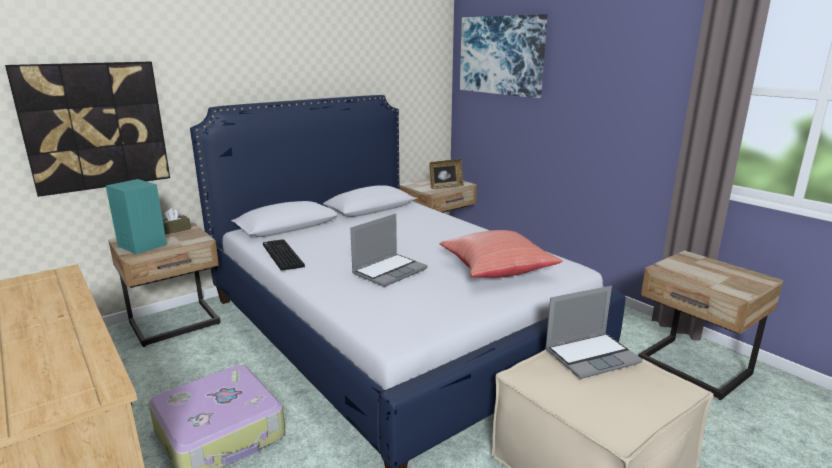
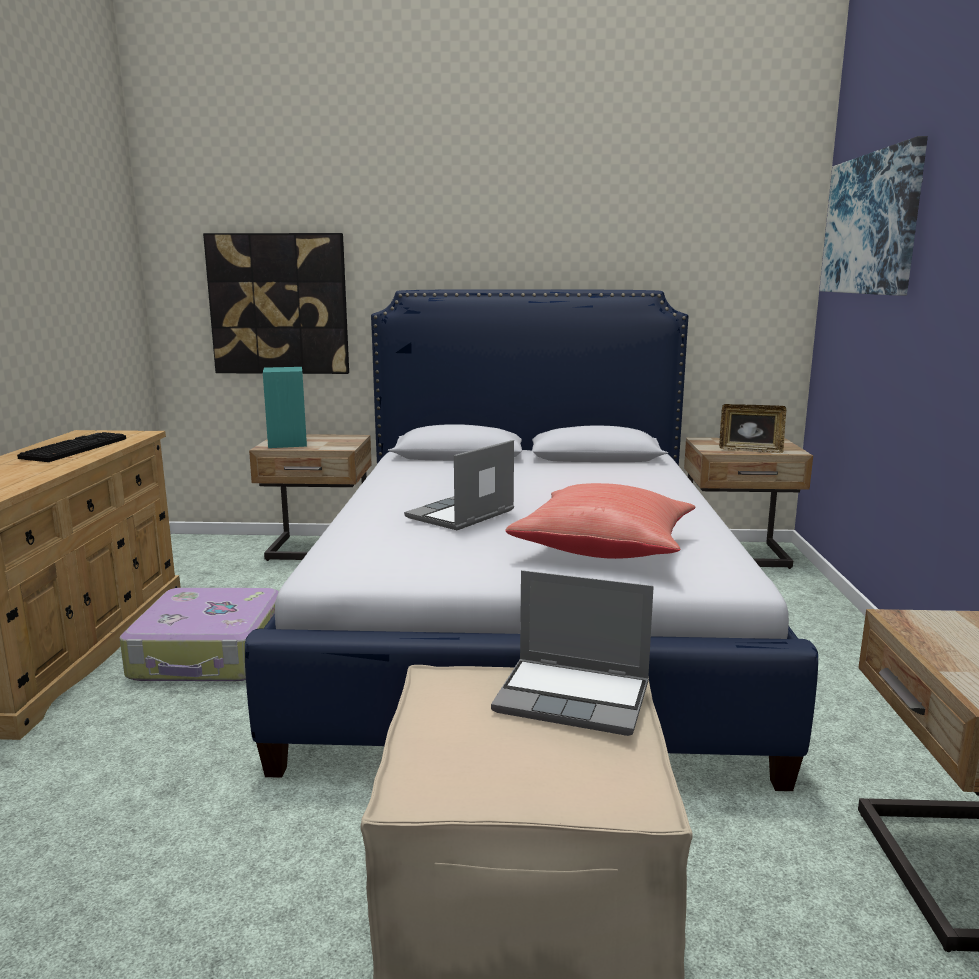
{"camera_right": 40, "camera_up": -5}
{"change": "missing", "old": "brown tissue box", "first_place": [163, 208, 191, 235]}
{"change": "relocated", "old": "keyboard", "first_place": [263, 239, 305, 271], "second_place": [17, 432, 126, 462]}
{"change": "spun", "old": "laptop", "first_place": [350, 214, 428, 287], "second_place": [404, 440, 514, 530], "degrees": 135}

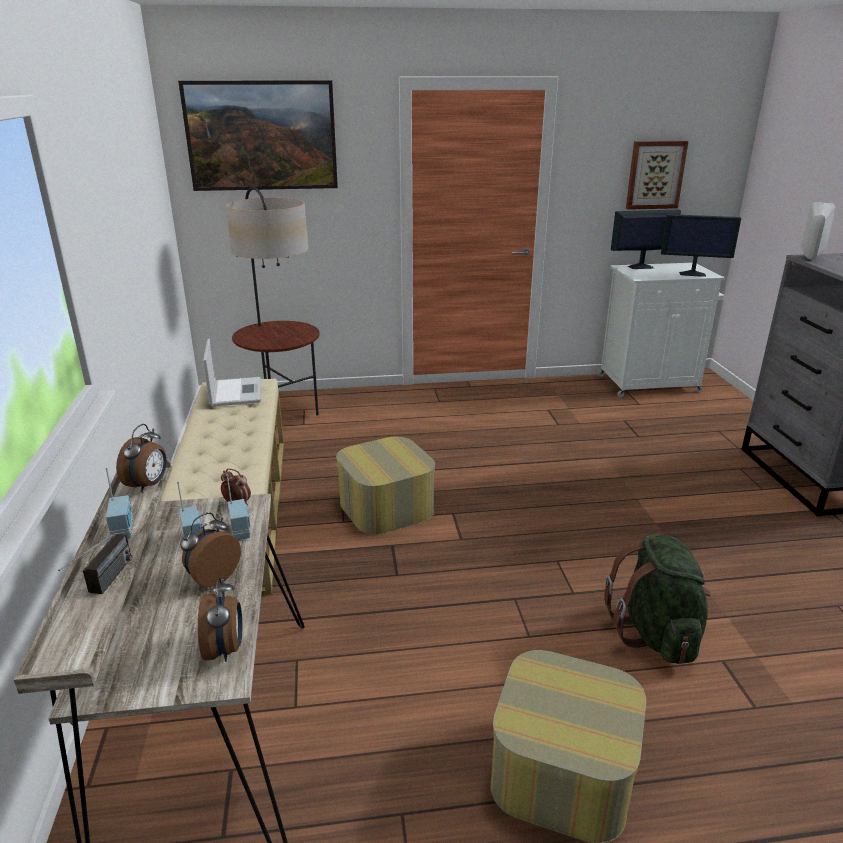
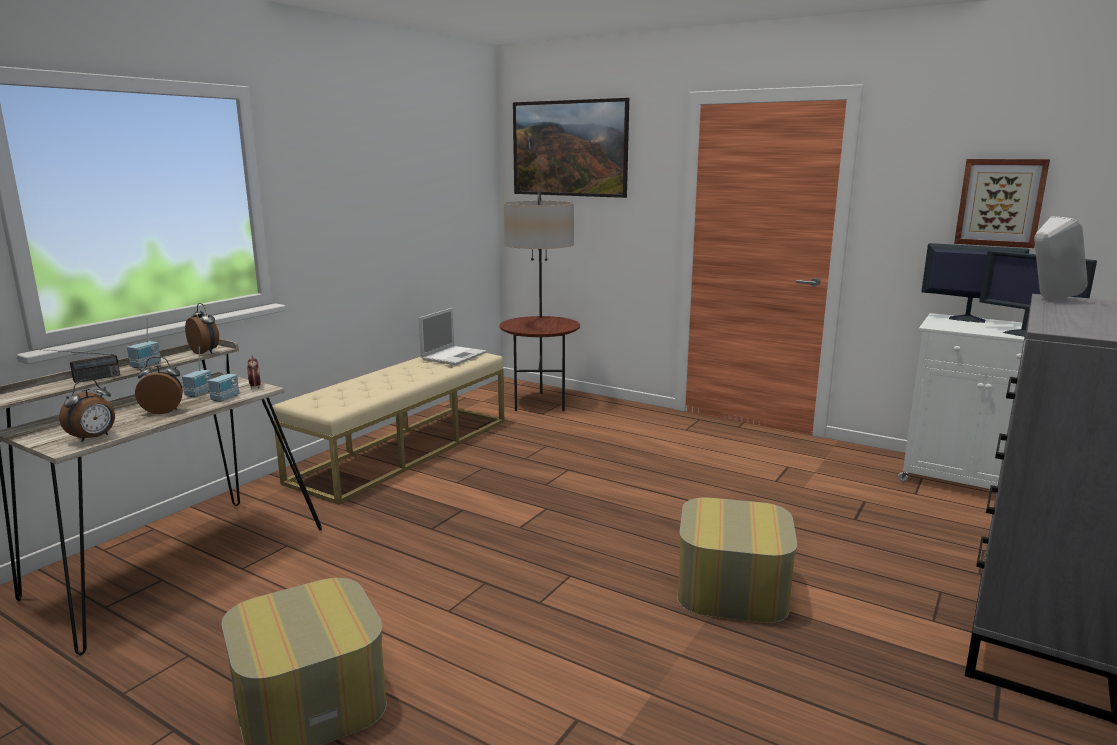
{"camera_right": 40, "camera_up": -10}
{"change": "spun", "old": "alarm clock", "first_place": [116, 424, 167, 492], "second_place": [185, 303, 219, 354], "degrees": -105}
{"change": "relocated", "old": "ottoman", "first_place": [336, 437, 435, 535], "second_place": [677, 497, 797, 623]}
{"change": "missing", "old": "green backpack", "first_place": [604, 534, 711, 664]}

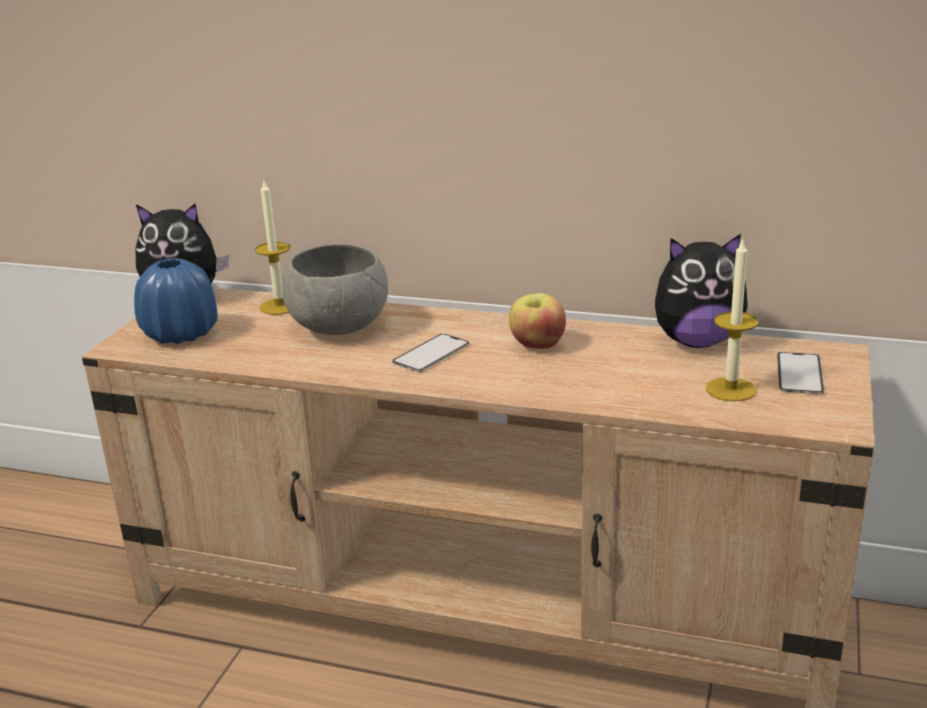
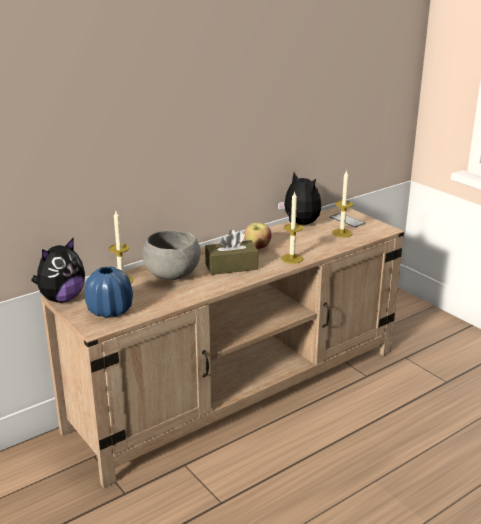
{"camera_right": -55, "camera_up": 0}
{"change": "exchanged", "old": "phone", "new": "brown tissue box", "first_place": [392, 334, 470, 372], "second_place": [205, 230, 258, 275]}
{"change": "spun", "old": "plush toy", "first_place": [655, 234, 748, 348], "second_place": [278, 172, 321, 225], "degrees": -75}
{"change": "appeared", "new": "candle", "second_place": [281, 191, 303, 264]}

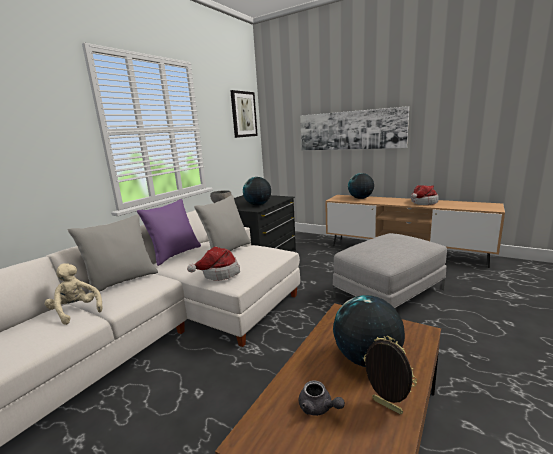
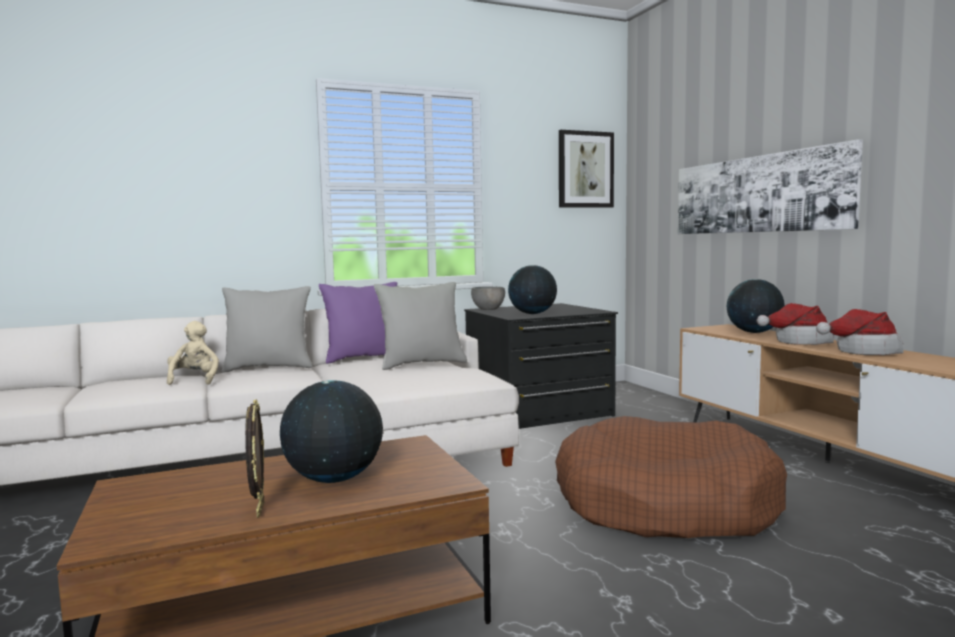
{"camera_right": 35, "camera_up": -10}
{"change": "relocated", "old": "hat", "first_place": [187, 247, 240, 281], "second_place": [757, 303, 834, 345]}
{"change": "missing", "old": "grey teapot", "first_place": [299, 380, 345, 416]}
{"change": "exchanged", "old": "grey ottoman", "new": "brown dog bed", "first_place": [333, 233, 447, 308], "second_place": [555, 416, 787, 538]}

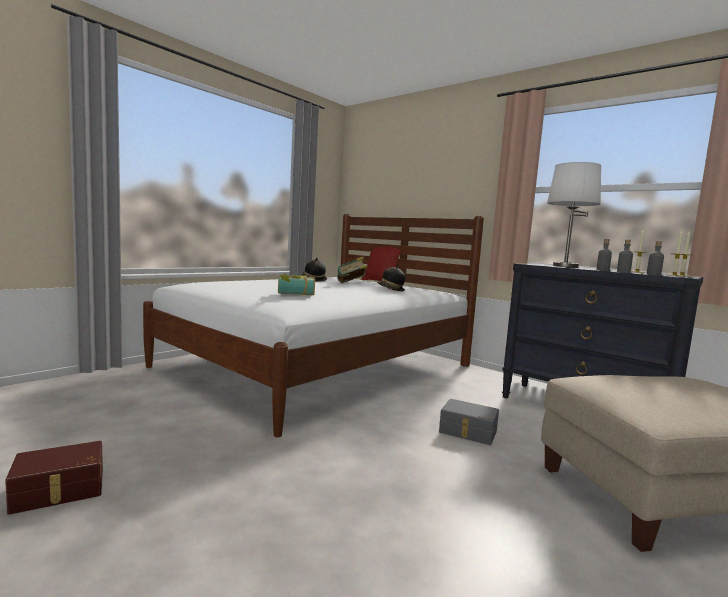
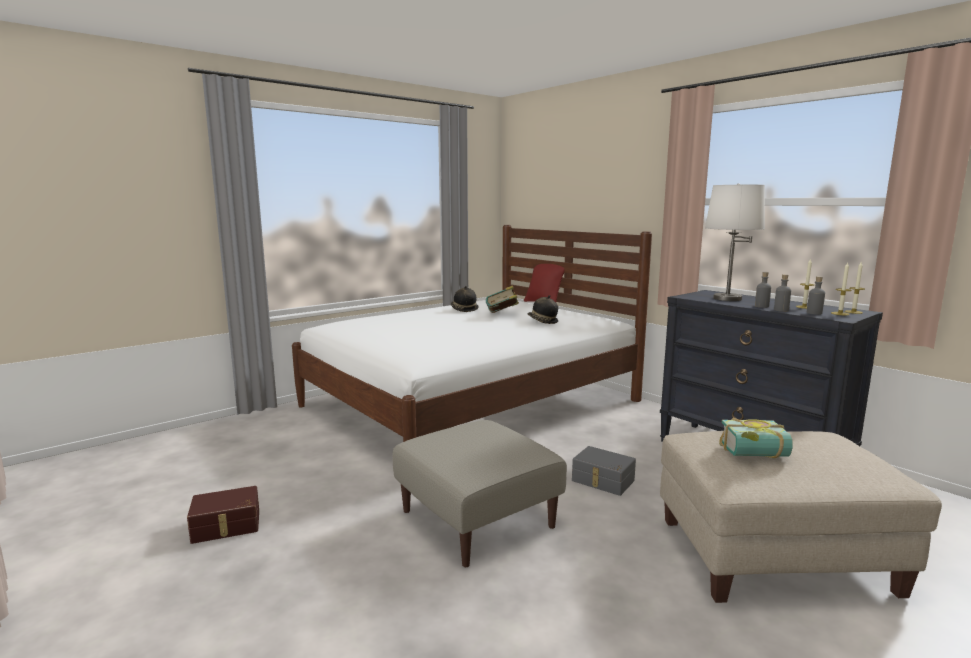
{"camera_right": 10, "camera_up": 5}
{"change": "relocated", "old": "book", "first_place": [278, 274, 315, 295], "second_place": [719, 418, 793, 458]}
{"change": "appeared", "new": "beige ottoman", "second_place": [392, 420, 567, 567]}

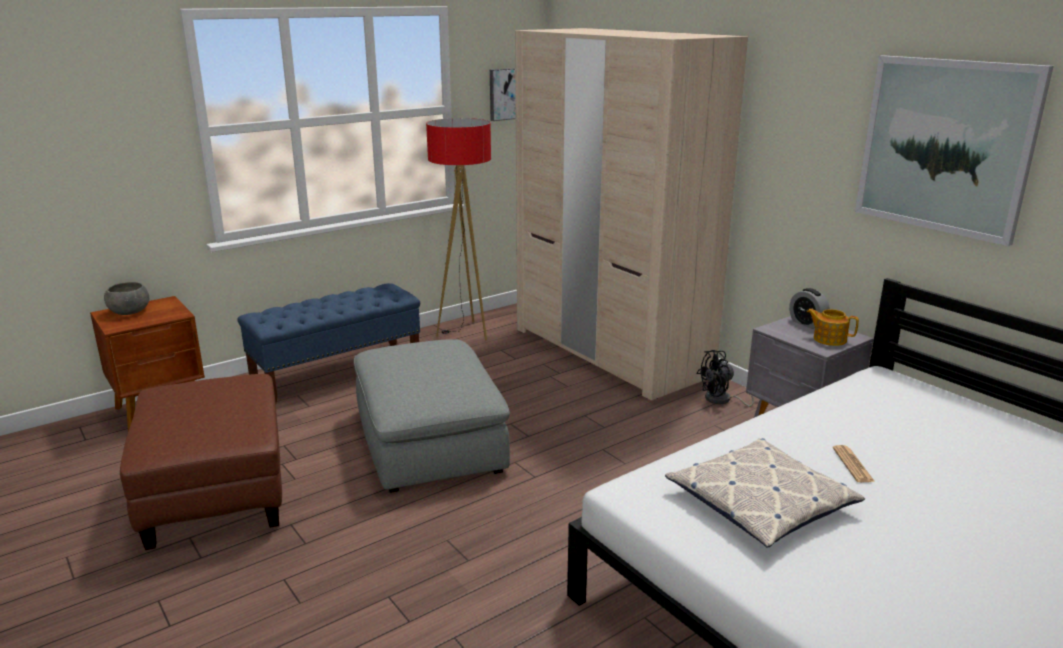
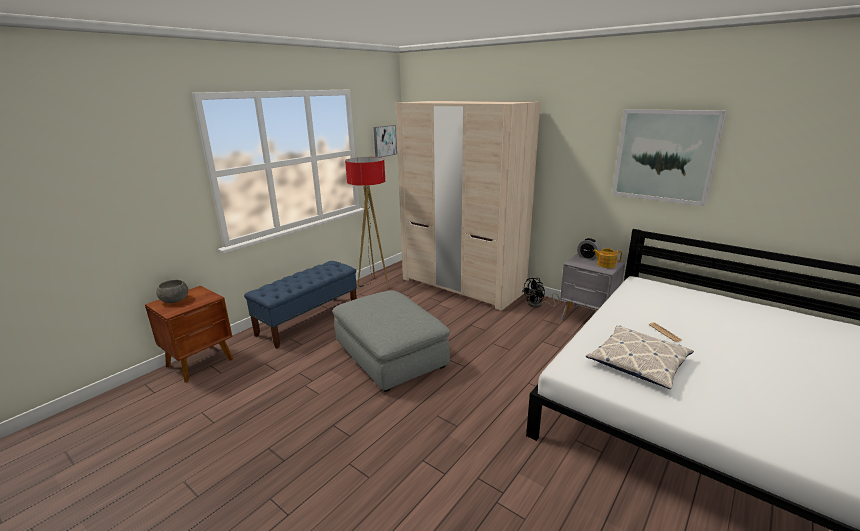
{"camera_right": -15, "camera_up": 0}
{"change": "missing", "old": "brown ottoman", "first_place": [120, 374, 282, 550]}

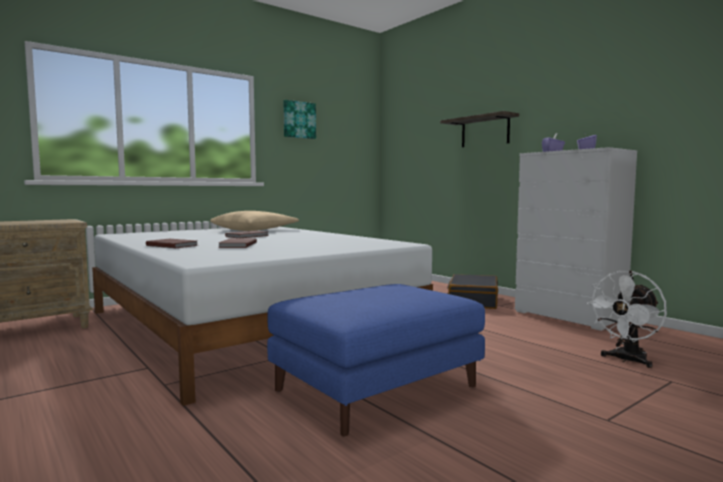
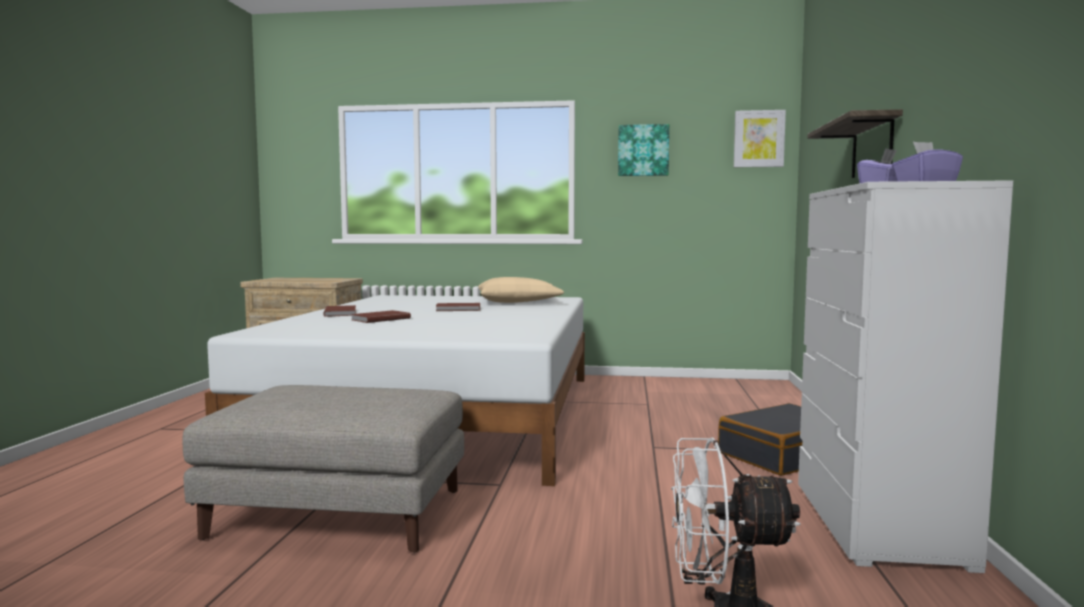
{"camera_right": 45, "camera_up": 0}
{"change": "colour", "old": "blue ottoman", "new": "grey ottoman", "first_place": [267, 284, 485, 437], "second_place": [183, 385, 464, 553]}
{"change": "appeared", "new": "picture", "second_place": [734, 110, 786, 167]}

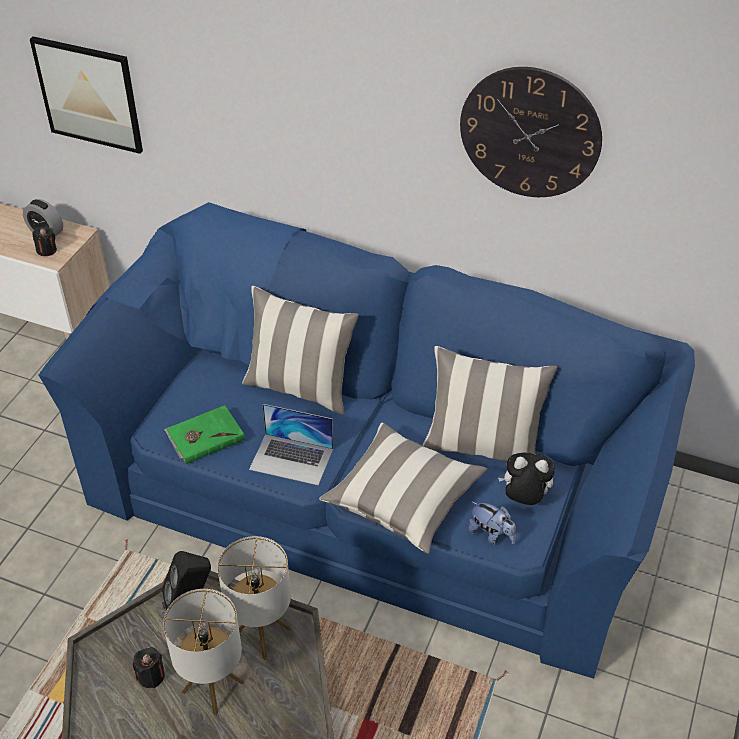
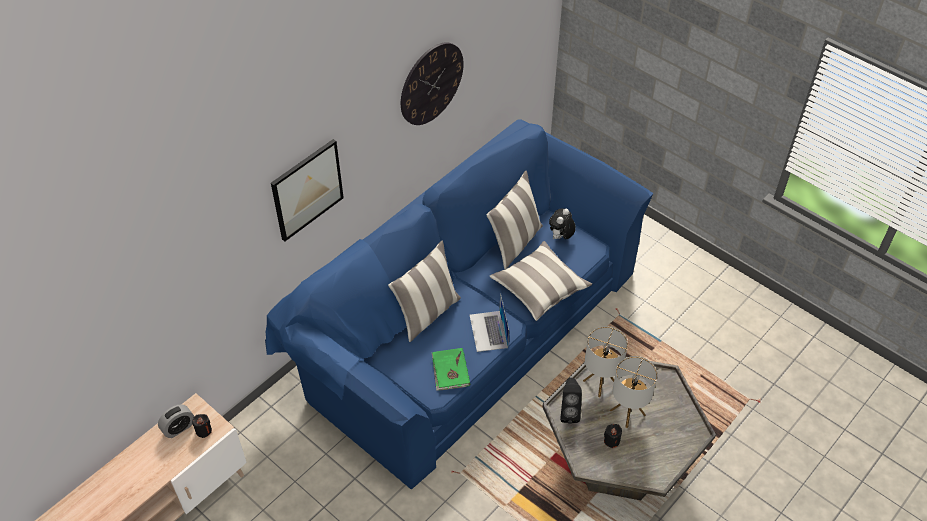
{"camera_right": -70, "camera_up": 5}
{"change": "relocated", "old": "picture", "first_place": [30, 37, 143, 154], "second_place": [271, 139, 344, 241]}
{"change": "spun", "old": "laptop", "first_place": [249, 404, 333, 485], "second_place": [470, 293, 509, 352], "degrees": 135}
{"change": "missing", "old": "plush toy", "first_place": [468, 501, 516, 545]}

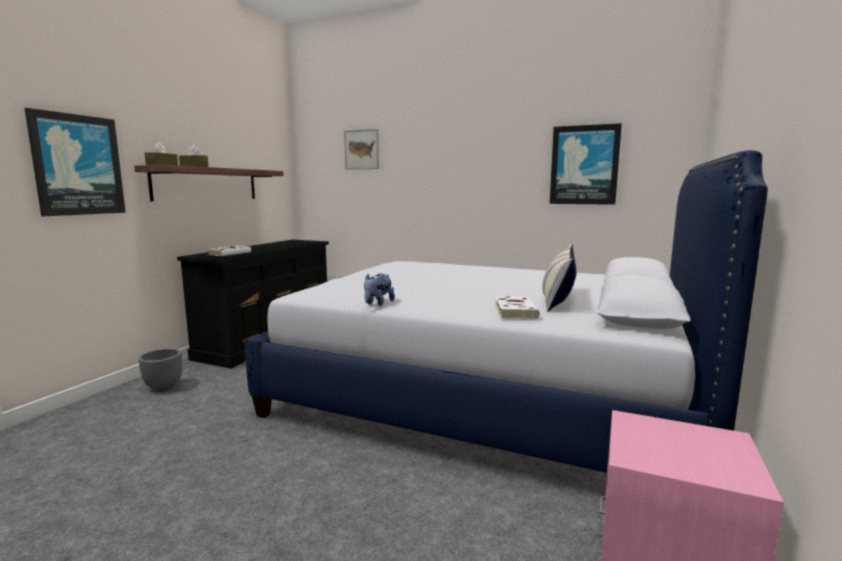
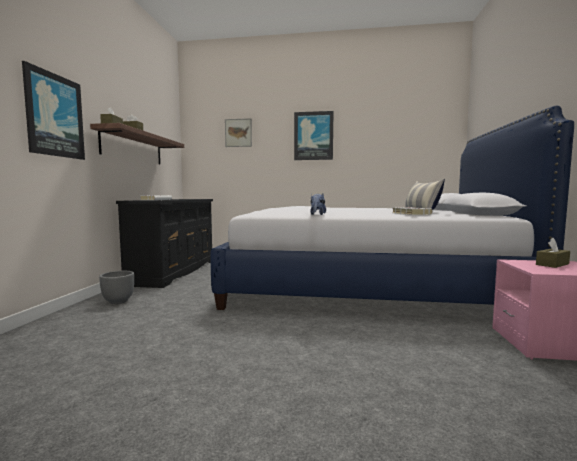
{"camera_right": -15, "camera_up": -5}
{"change": "relocated", "old": "picture", "first_place": [550, 123, 622, 205], "second_place": [294, 111, 334, 160]}
{"change": "appeared", "new": "brown tissue box", "second_place": [536, 238, 570, 268]}

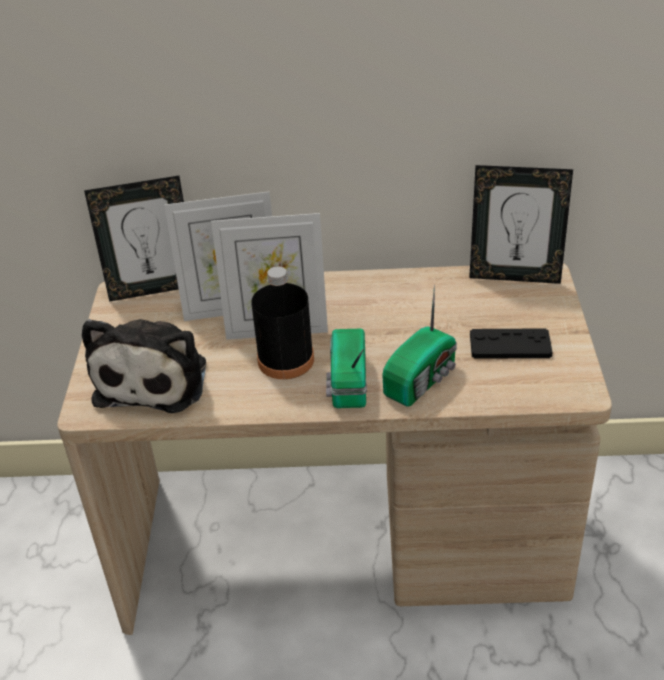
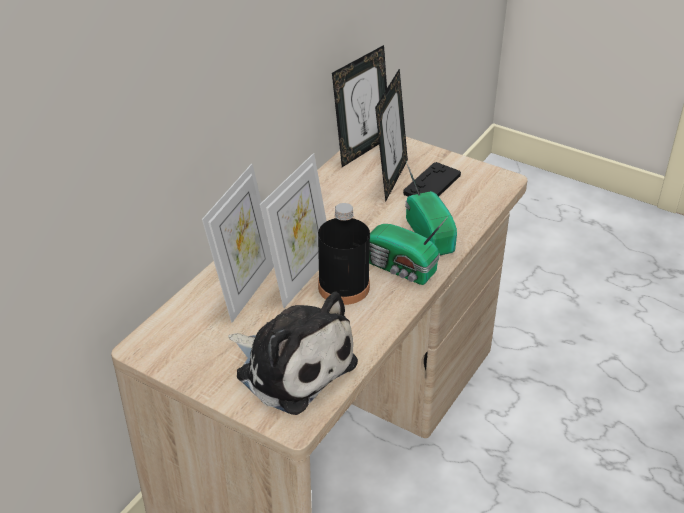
{"camera_right": -60, "camera_up": 0}
{"change": "relocated", "old": "picture frame", "first_place": [84, 176, 184, 302], "second_place": [375, 68, 408, 202]}

